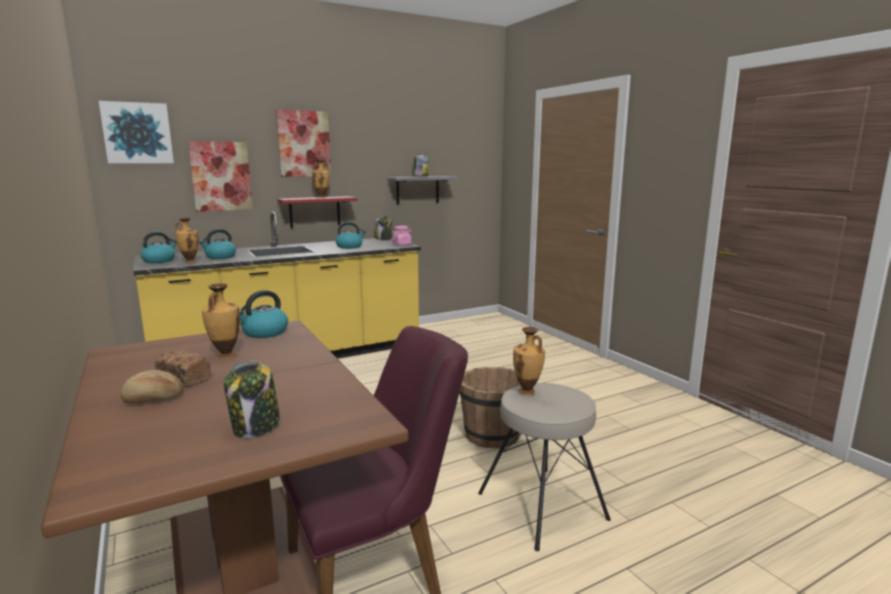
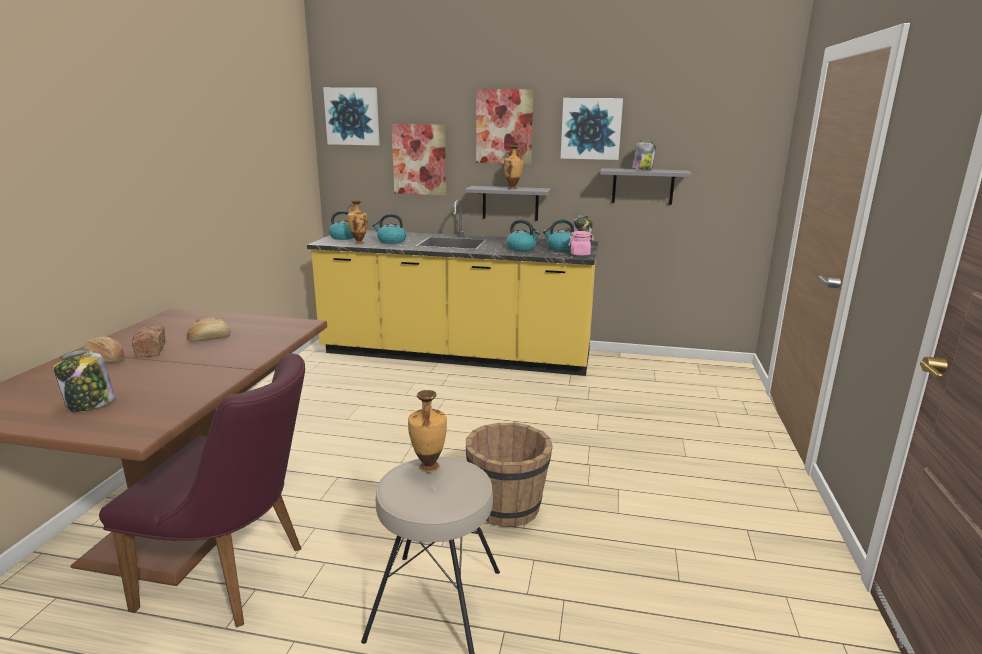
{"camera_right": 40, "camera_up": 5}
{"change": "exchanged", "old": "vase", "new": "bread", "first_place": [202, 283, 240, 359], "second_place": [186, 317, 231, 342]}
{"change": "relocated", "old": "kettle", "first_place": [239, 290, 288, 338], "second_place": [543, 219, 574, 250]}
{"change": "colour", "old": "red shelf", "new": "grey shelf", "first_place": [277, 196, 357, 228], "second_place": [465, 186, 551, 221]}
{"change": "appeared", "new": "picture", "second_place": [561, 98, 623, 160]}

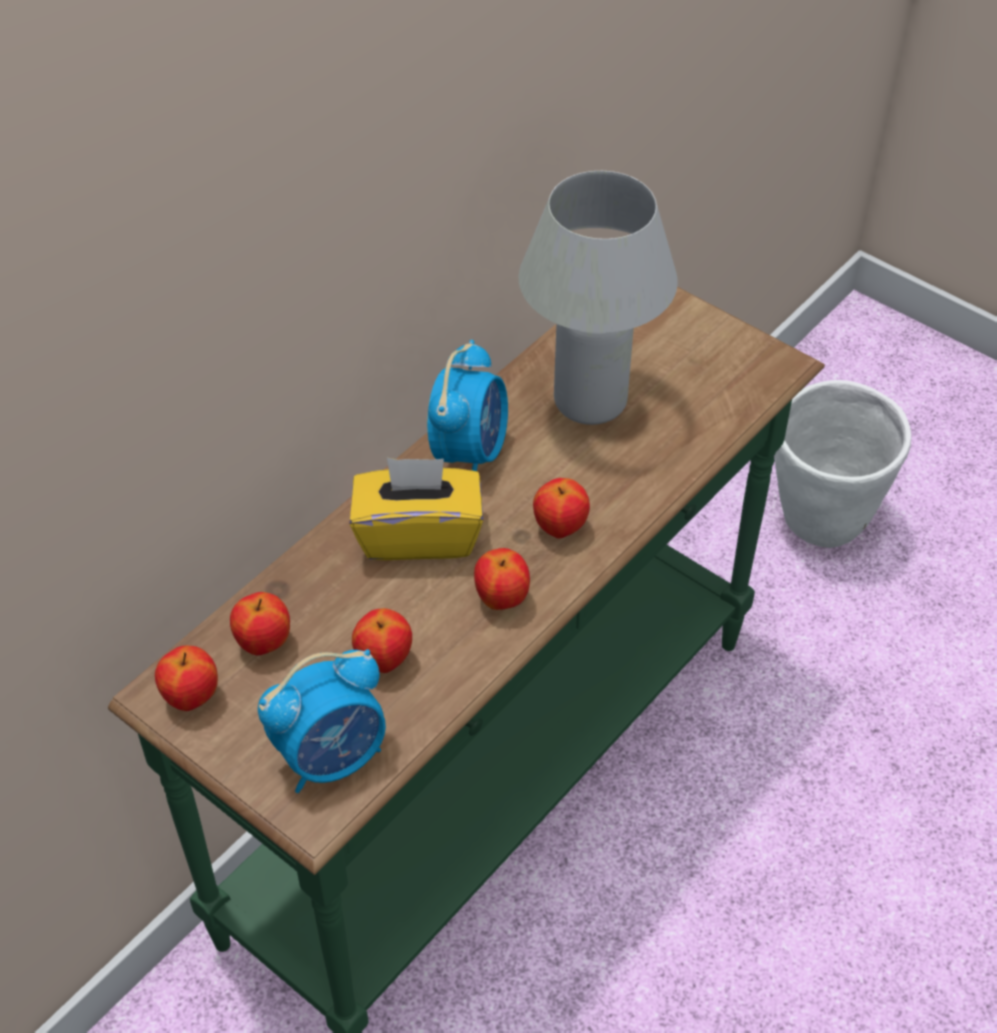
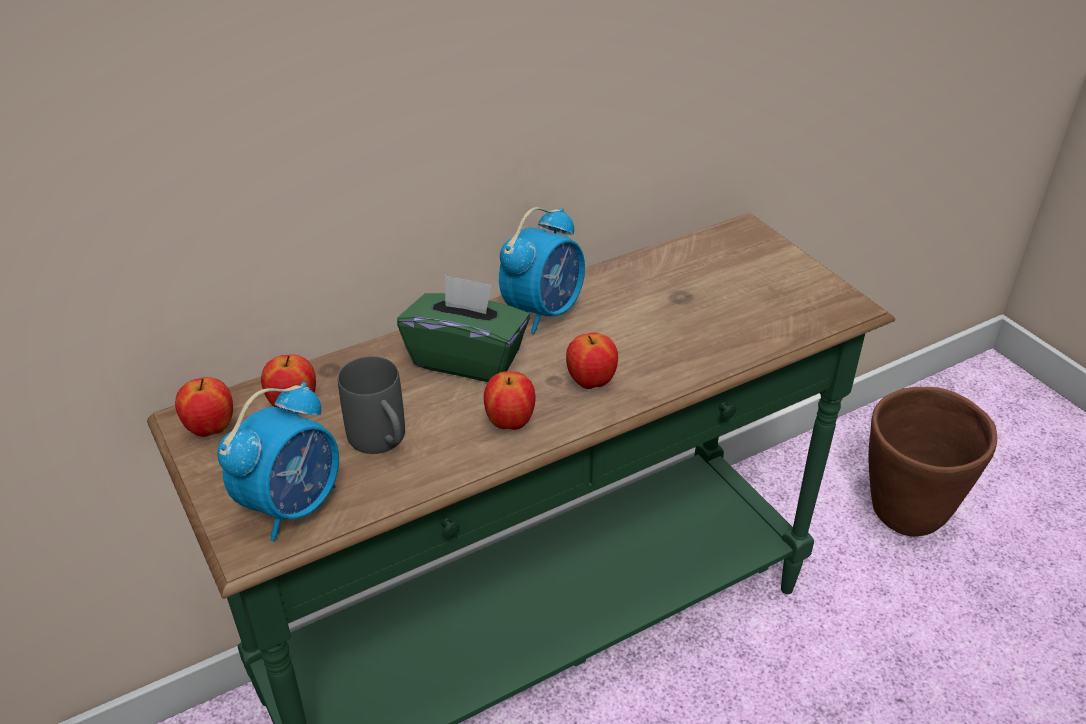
{"camera_right": 20, "camera_up": -10}
{"change": "spun", "old": "alarm clock", "first_place": [258, 649, 386, 793], "second_place": [217, 382, 339, 542], "degrees": -45}
{"change": "colour", "old": "yellow tissue box", "new": "green tissue box", "first_place": [350, 458, 483, 560], "second_place": [397, 274, 530, 382]}
{"change": "exchanged", "old": "apple", "new": "grey mug", "first_place": [352, 608, 412, 673], "second_place": [338, 356, 405, 454]}
{"change": "missing", "old": "white table lamp", "first_place": [519, 171, 678, 425]}
{"change": "colour", "old": "white planter", "new": "brown planter", "first_place": [775, 380, 911, 548], "second_place": [868, 387, 997, 537]}

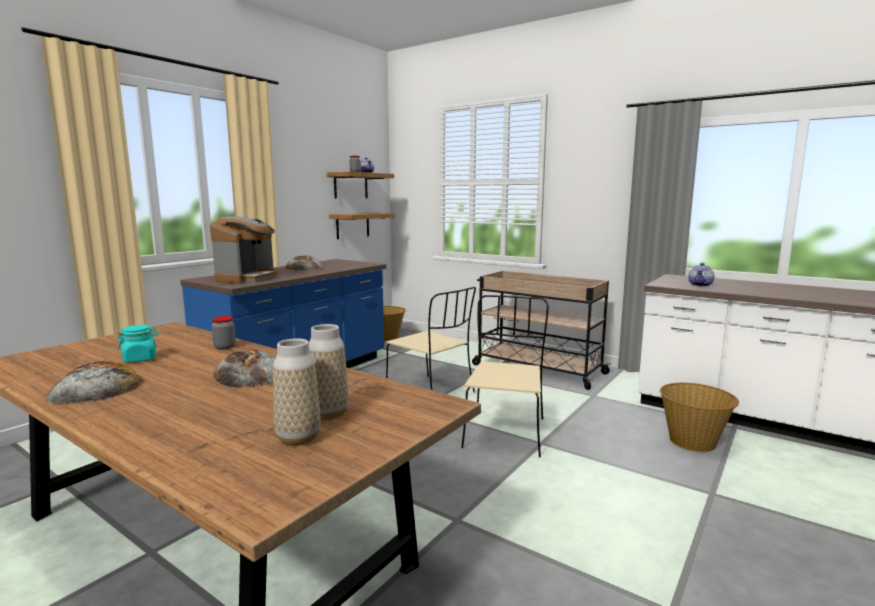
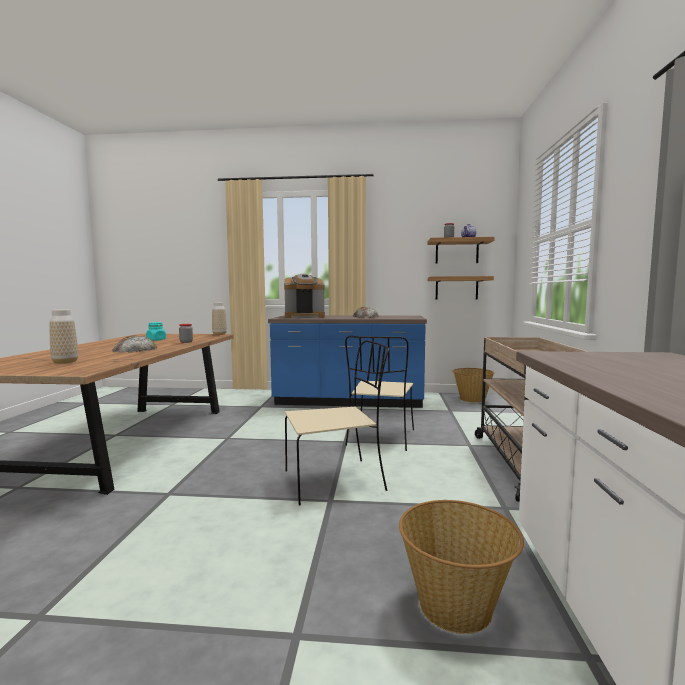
{"camera_right": 60, "camera_up": -5}
{"change": "missing", "old": "bread", "first_place": [45, 361, 143, 405]}
{"change": "relocated", "old": "vase", "first_place": [273, 338, 321, 446], "second_place": [212, 302, 227, 335]}
{"change": "missing", "old": "teapot", "first_place": [688, 263, 714, 287]}

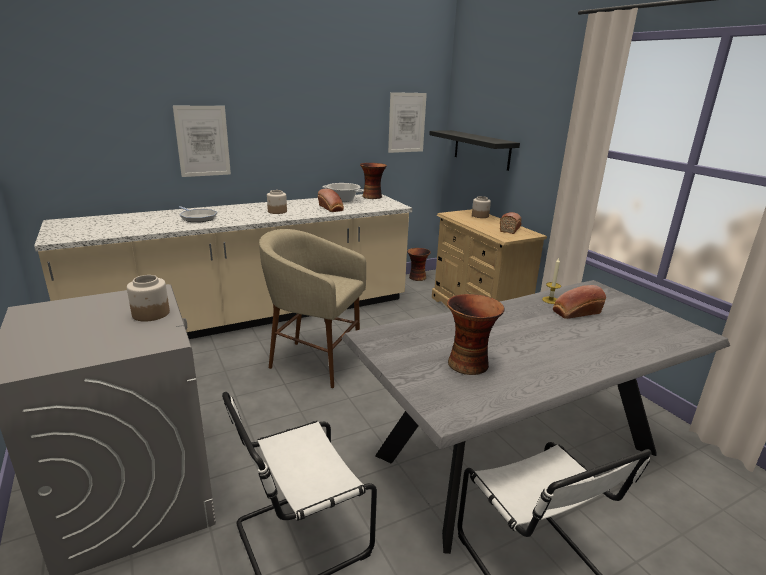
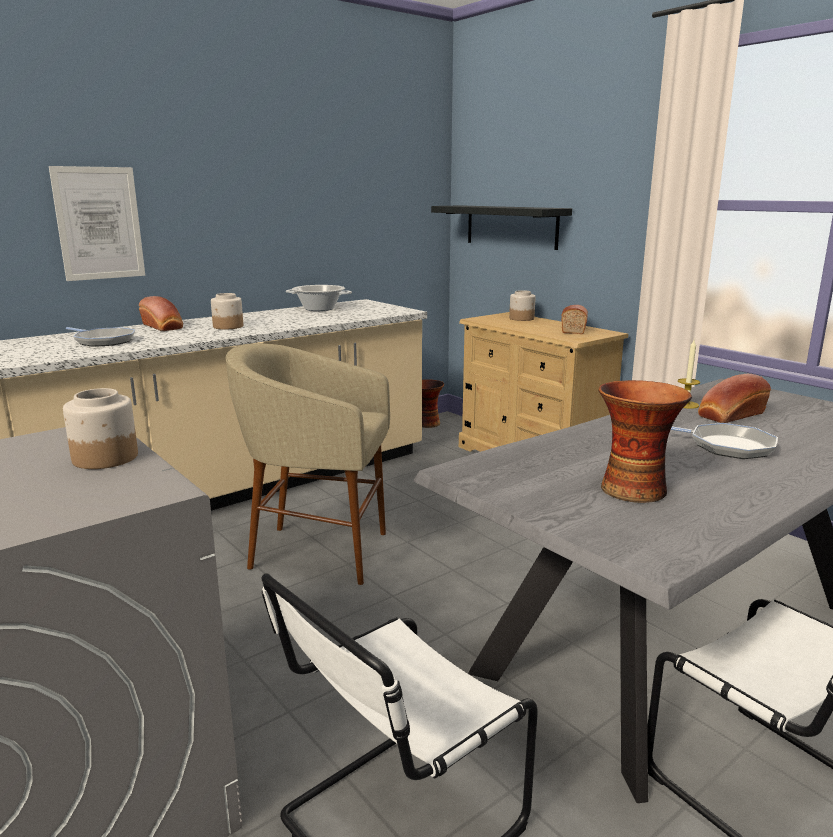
{"camera_right": -10, "camera_up": -5}
{"change": "relocated", "old": "bread", "first_place": [318, 189, 344, 212], "second_place": [139, 296, 183, 331]}
{"change": "missing", "old": "vase", "first_place": [360, 163, 387, 199]}
{"change": "missing", "old": "picture", "first_place": [388, 92, 427, 153]}
{"change": "appeared", "new": "frying pan", "second_place": [671, 423, 778, 459]}

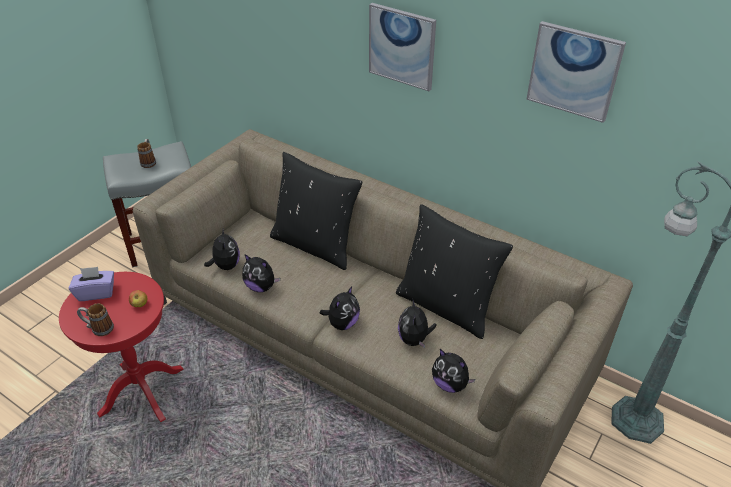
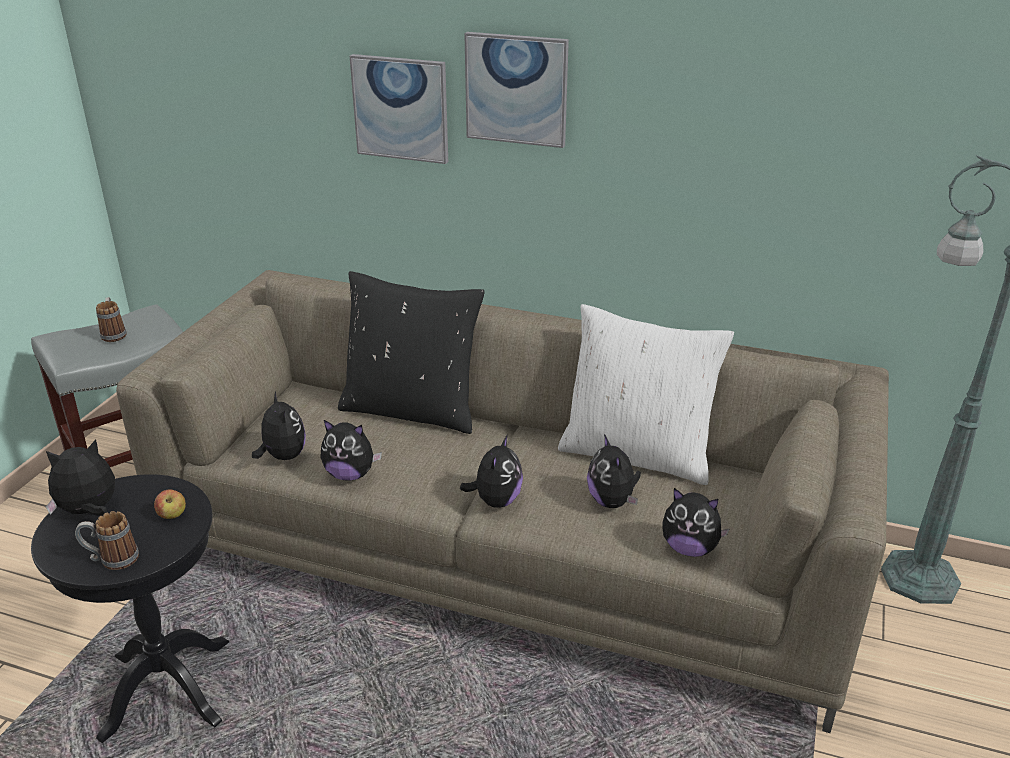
{"camera_right": -15, "camera_up": -10}
{"change": "colour", "old": "red side table", "new": "black side table", "first_place": [59, 272, 184, 422], "second_place": [31, 474, 229, 743]}
{"change": "exchanged", "old": "purple tissue box", "new": "plush toy", "first_place": [69, 267, 114, 301], "second_place": [46, 439, 115, 516]}
{"change": "colour", "old": "black pillow", "new": "white pillow", "first_place": [396, 204, 513, 339], "second_place": [558, 304, 734, 485]}
{"change": "relocated", "old": "picture", "first_place": [527, 21, 626, 123], "second_place": [350, 54, 448, 164]}

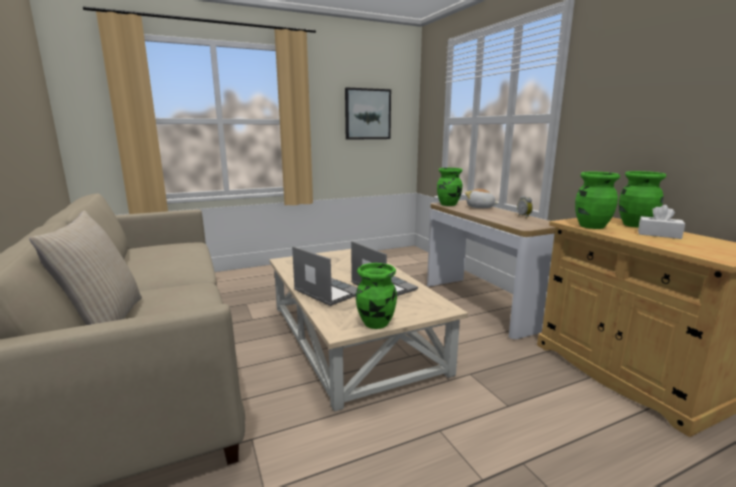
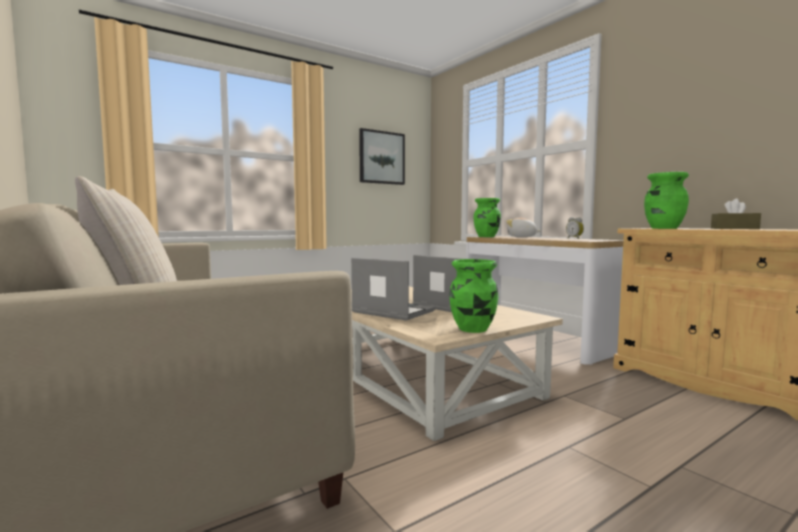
{"camera_right": -10, "camera_up": -10}
{"change": "missing", "old": "green vase", "first_place": [619, 171, 666, 228]}
{"change": "colour", "old": "white tissue box", "new": "brown tissue box", "first_place": [638, 205, 685, 239], "second_place": [711, 198, 761, 229]}

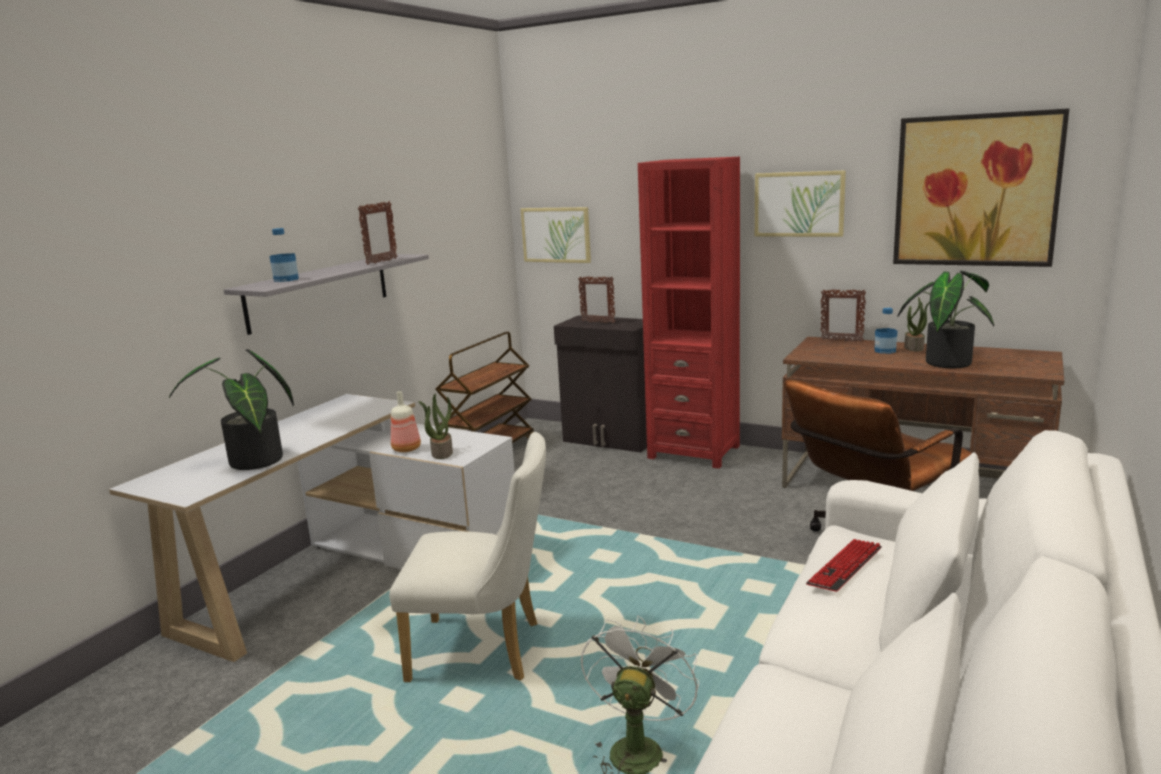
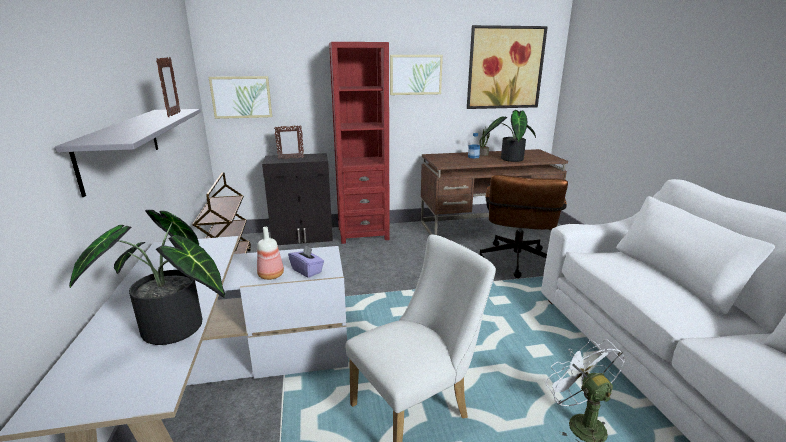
{"camera_right": -40, "camera_up": 5}
{"change": "missing", "old": "bottle", "first_place": [269, 228, 299, 282]}
{"change": "exchanged", "old": "potted plant", "new": "purple tissue box", "first_place": [418, 394, 453, 459], "second_place": [288, 245, 324, 278]}
{"change": "missing", "old": "keyboard", "first_place": [806, 539, 882, 592]}
{"change": "missing", "old": "picture frame", "first_place": [821, 289, 866, 342]}

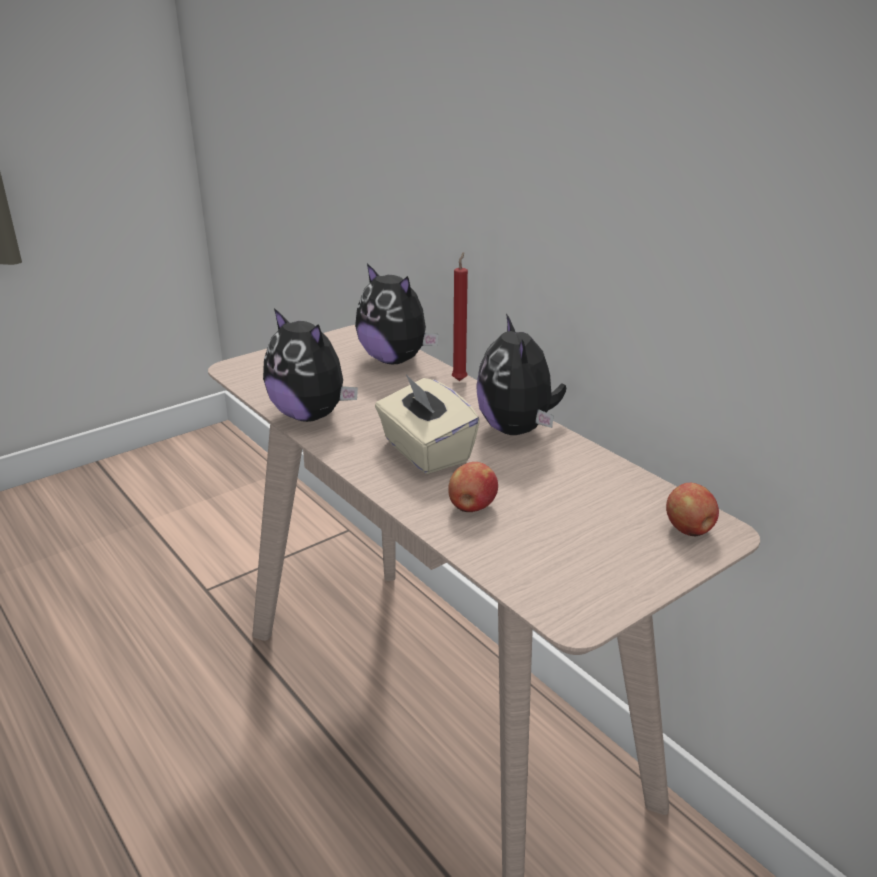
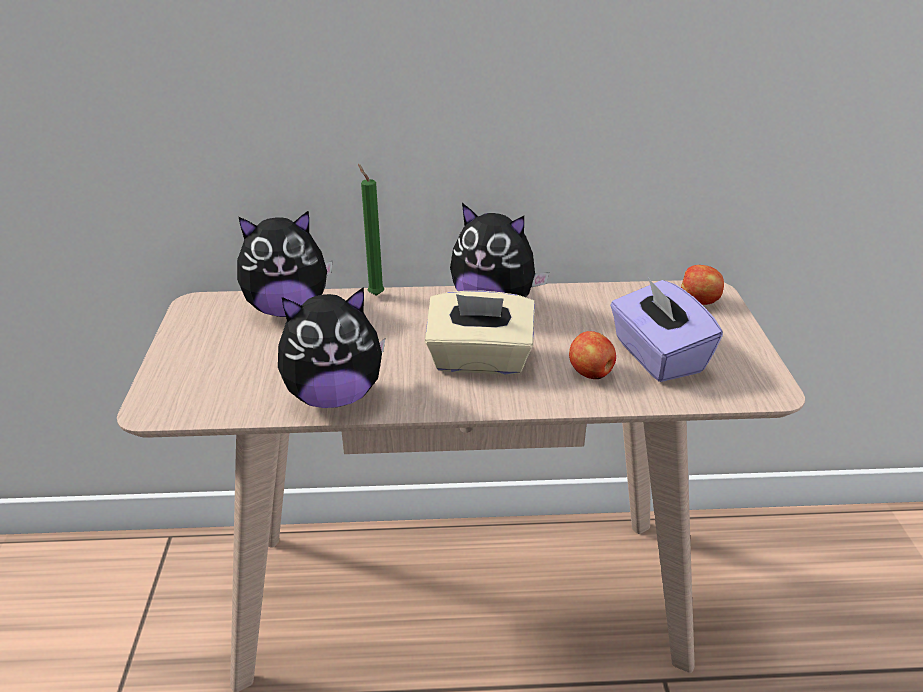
{"camera_right": -55, "camera_up": 5}
{"change": "colour", "old": "red candle", "new": "green candle", "first_place": [452, 252, 468, 381], "second_place": [358, 164, 384, 296]}
{"change": "appeared", "new": "purple tissue box", "second_place": [610, 277, 723, 382]}

